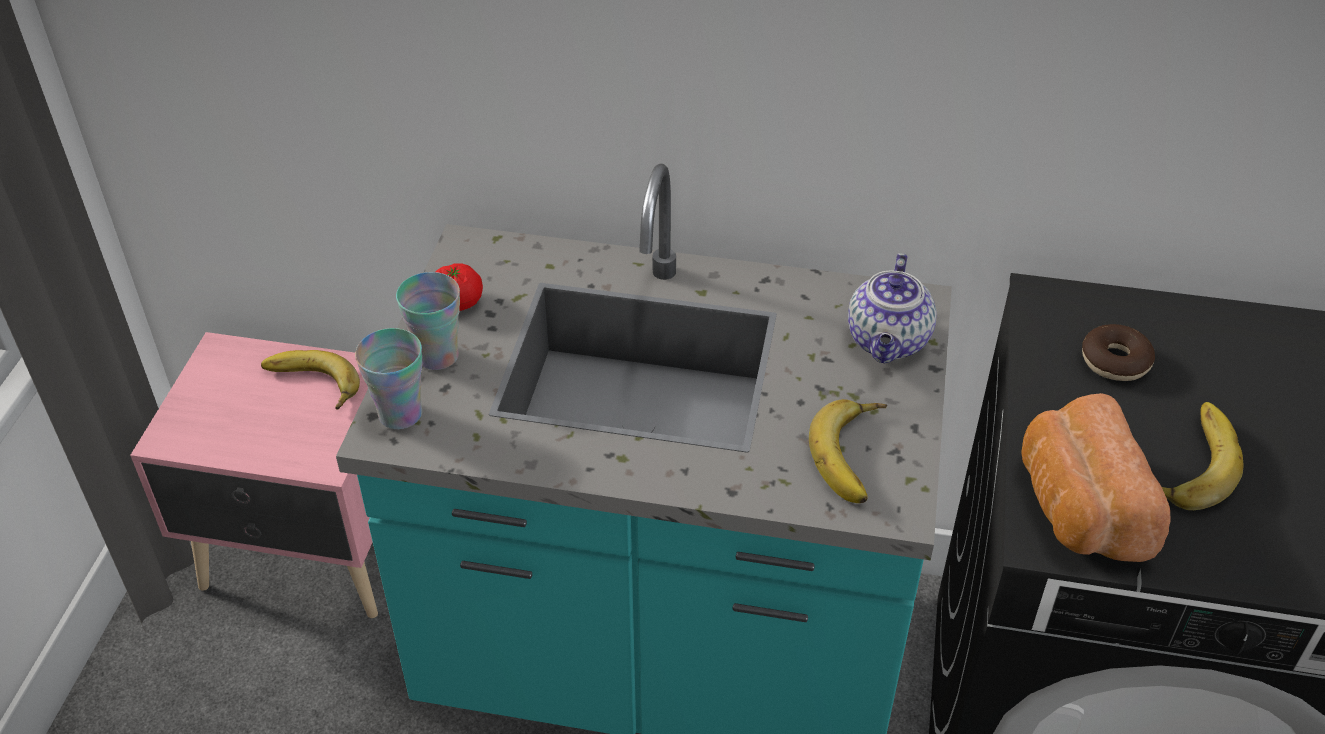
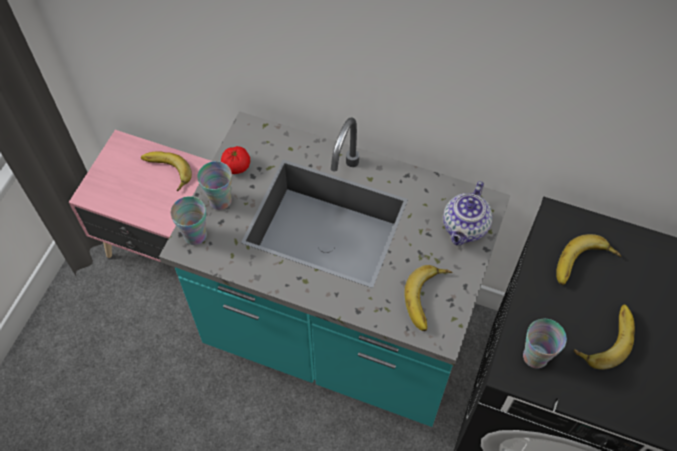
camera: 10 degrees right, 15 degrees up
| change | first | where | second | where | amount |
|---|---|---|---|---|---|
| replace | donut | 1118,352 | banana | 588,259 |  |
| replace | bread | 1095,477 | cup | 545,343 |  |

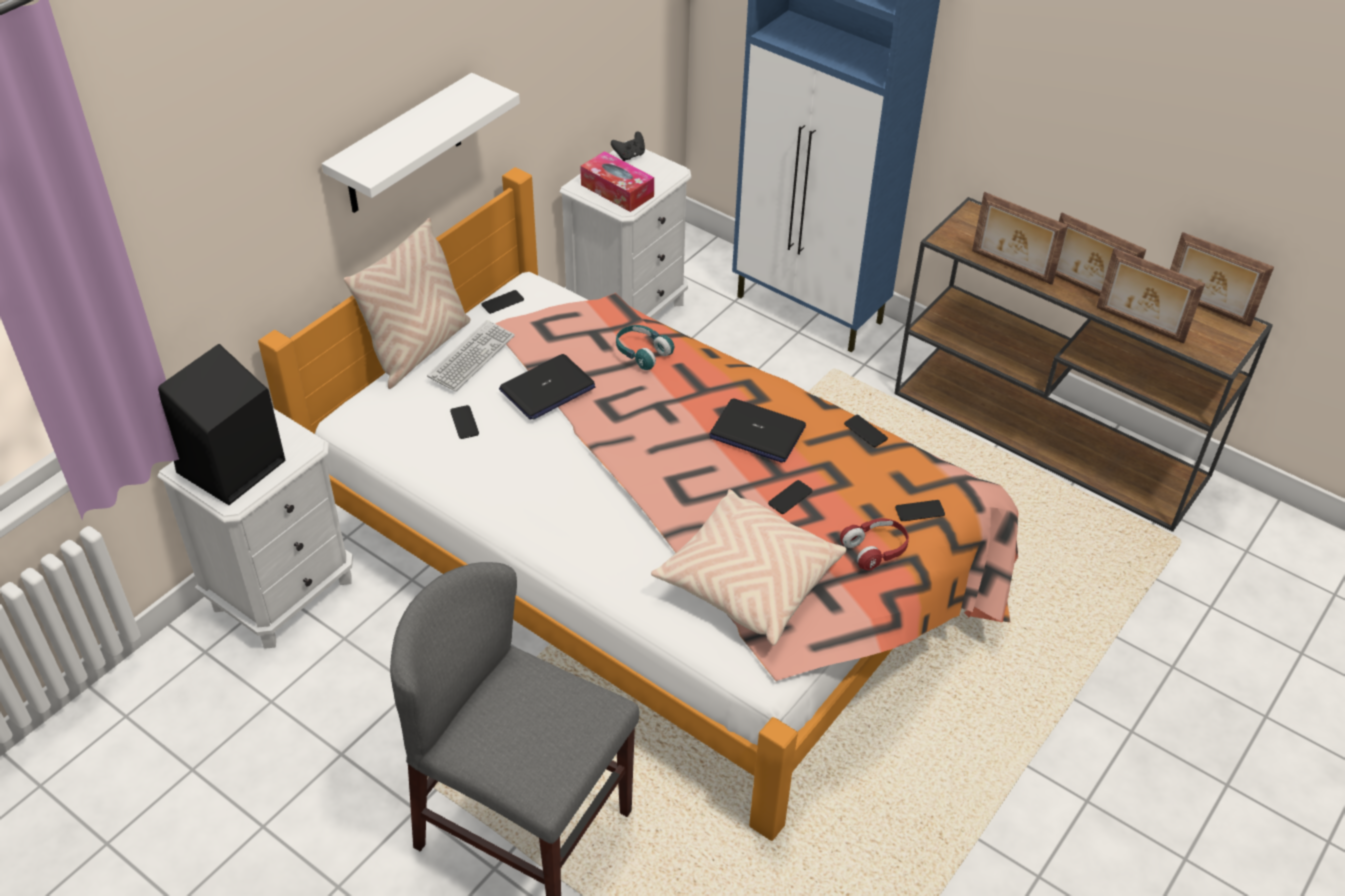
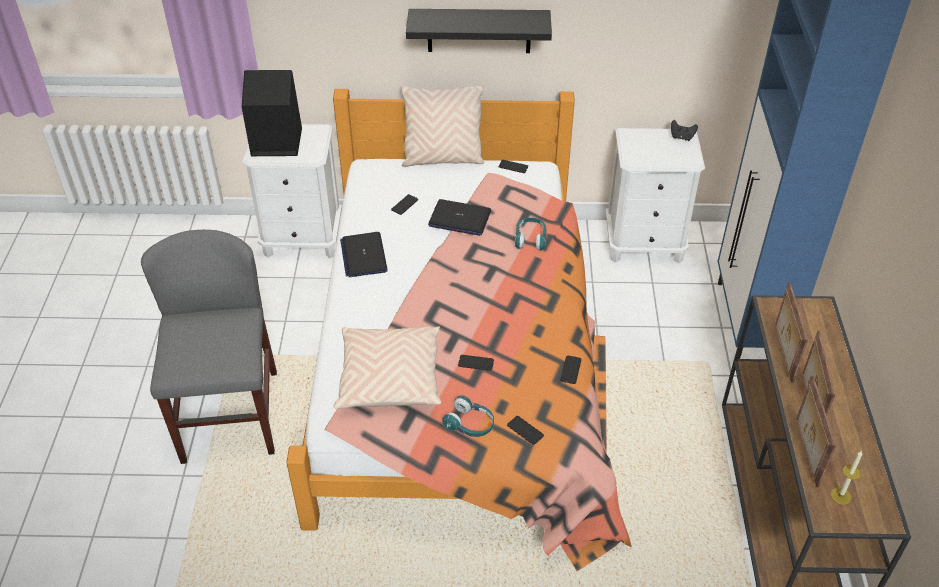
camera: 55 degrees right, 0 degrees up
| change | first | where | second | where | amount |
|---|---|---|---|---|---|
| recolor | white_shelf | 421,143 | black_shelf | 479,31 |  |
| delete | tissue_box | 617,181 |  |  |  |
| delete | picture_frame | 1222,279 |  |  |  |
| delete | keyboard | 471,356 |  |  |  |
| move | laptop | 757,430 |  | 364,254 |  |
| recolor | red_headphones | 874,544 | turquoise_headphones | 468,416 |  |
| insert |  |  | candle | 846,478 |  |

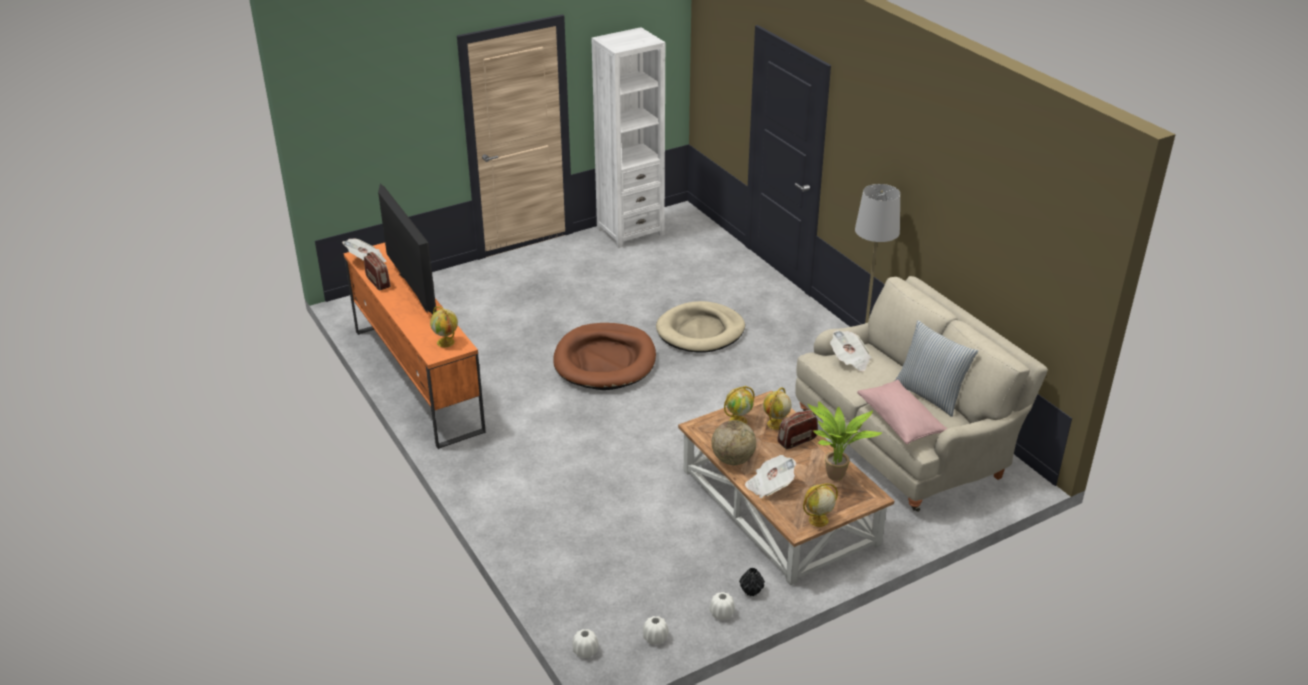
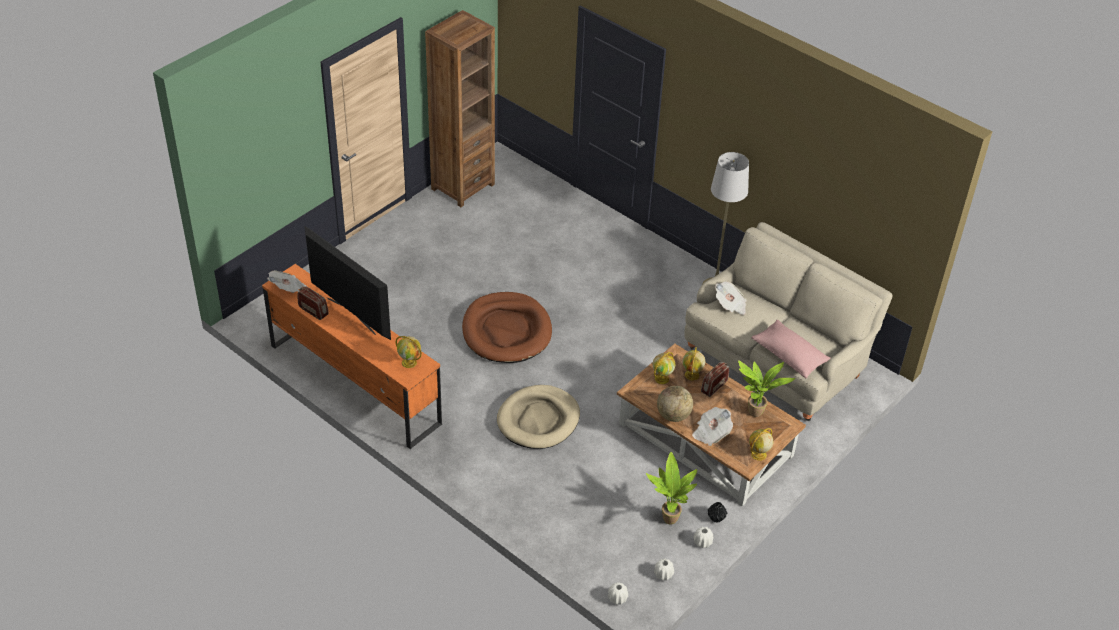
camera: 20 degrees left, 10 degrees up
| change | first | where | second | where | amount |
|---|---|---|---|---|---|
| recolor | white_bookcase | 628,137 | brown_bookcase | 460,108 |  |
| move | beige_dog_bed | 700,327 |  | 538,417 |  |
| delete | pillow | 936,368 |  |  |  |
| insert |  |  | potted_plant | 671,488 |  |

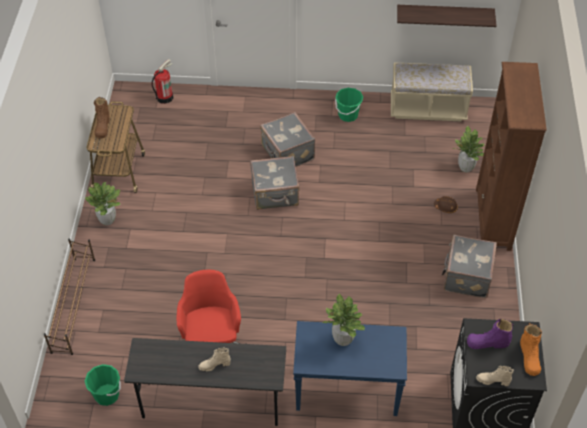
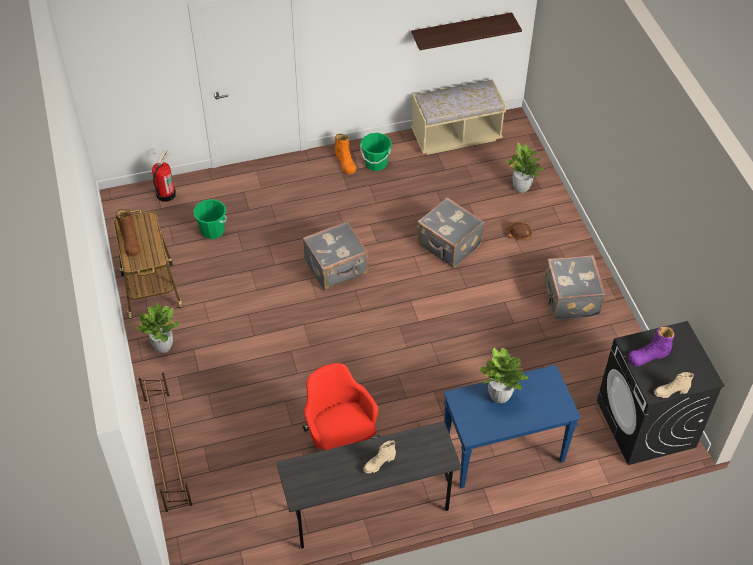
camera: 20 degrees left, 0 degrees up
| change | first | where | second | where | amount |
|---|---|---|---|---|---|
| delete | brown_bookcase | 511,156 |  |  |  |
| move | grey_suitcase | 287,139 |  | 450,232 |  |
| move | orange_boot | 531,349 |  | 345,154 |  |
| move | green_bucket | 103,385 |  | 210,219 |  |

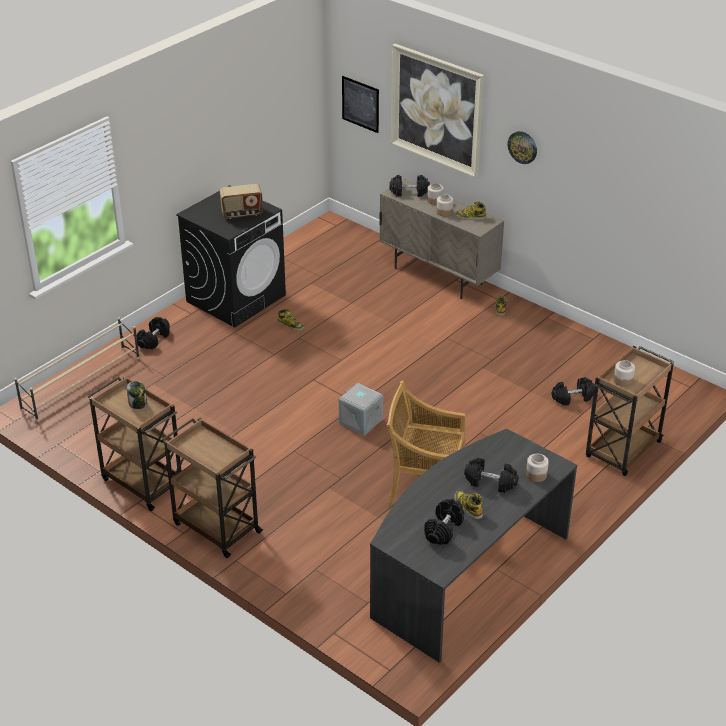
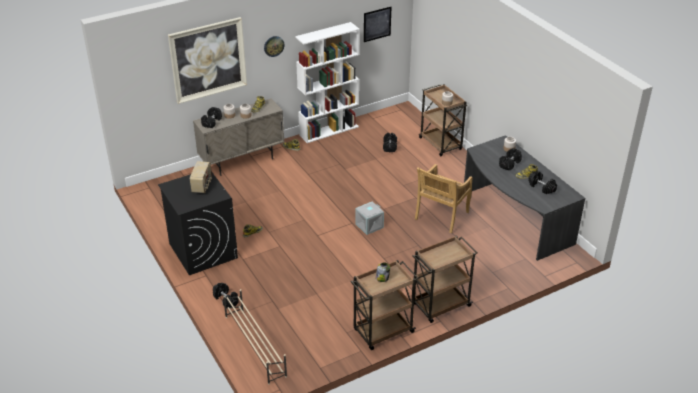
camera: 70 degrees left, 0 degrees up
| change | first | where | second | where | amount |
|---|---|---|---|---|---|
| move | picture | 360,104 |  | 377,24 |  |
| insert |  |  | white_bookcase | 327,82 |  |

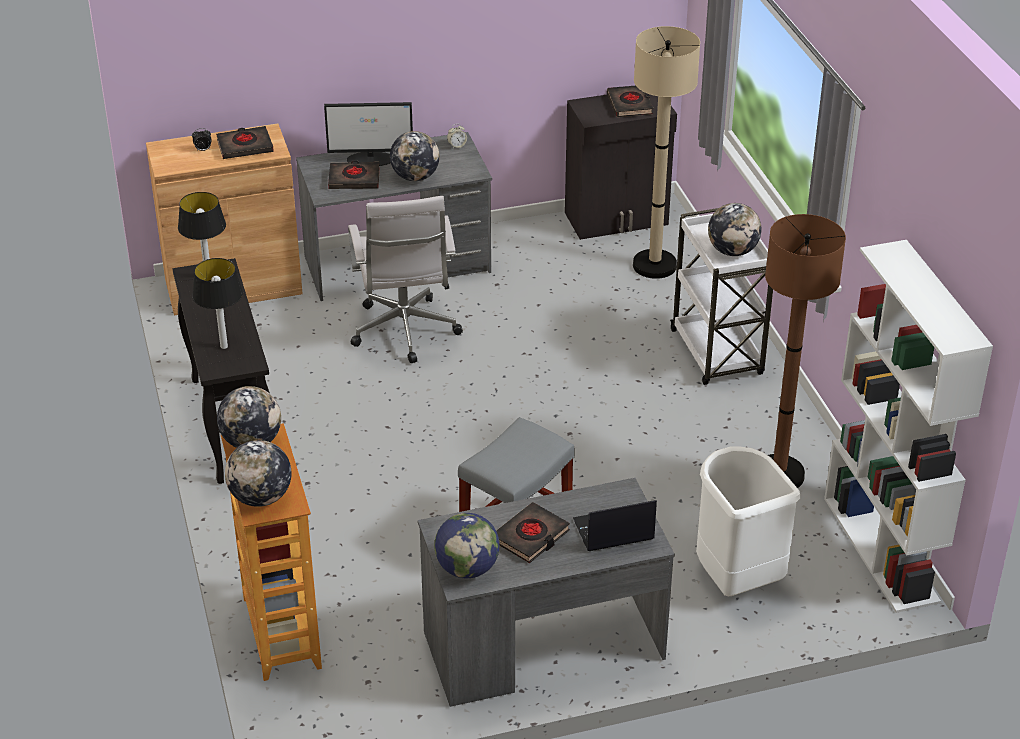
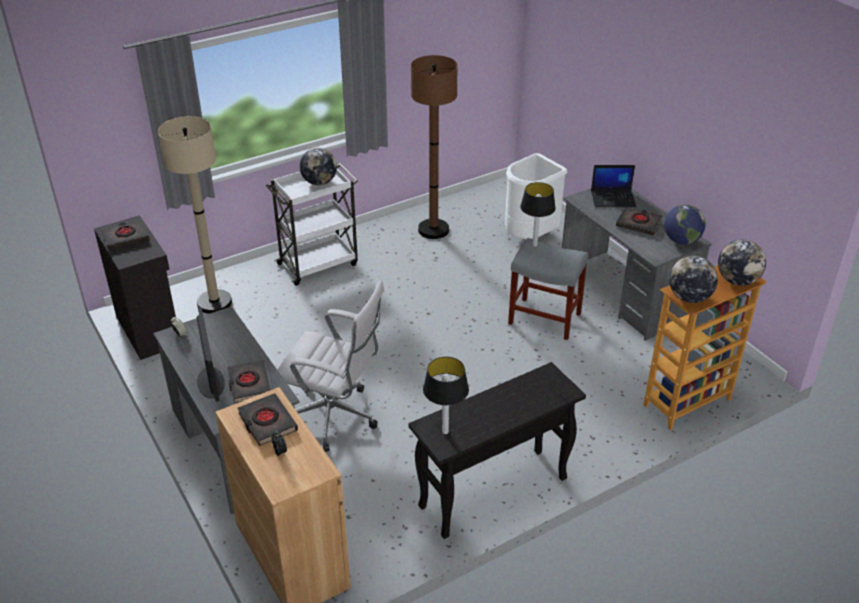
camera: 105 degrees left, 0 degrees up
| change | first | where | second | where | amount |
|---|---|---|---|---|---|
| delete | globe | 415,156 |  |  |  |
| rotate | white_office_chair | 405,279 |  | 330,366 | 45 degrees clockwise |
| delete | white_bookcase | 908,426 |  |  |  |
| move | table_lamp | 217,303 |  | 538,214 |  |
| rotate | laptop | 615,525 |  | 613,186 | 60 degrees counterclockwise |

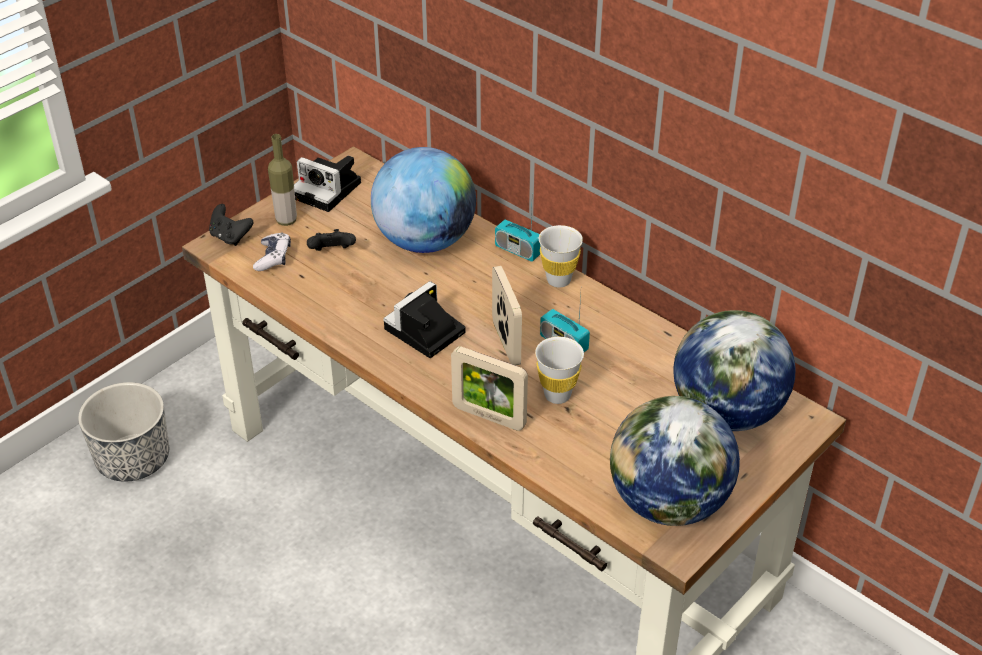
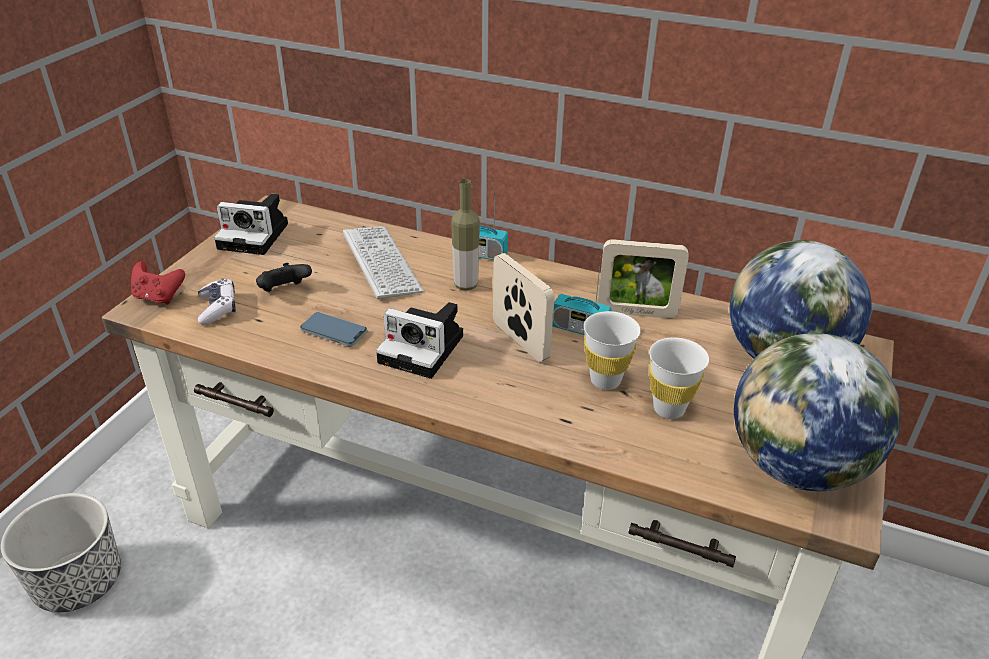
camera: 20 degrees left, 5 degrees down
| change | first | where | second | where | amount |
|---|---|---|---|---|---|
| move | bottle | 282,180 |  | 465,235 |  |
| replace | globe | 423,200 | keyboard | 383,262 |  |
| recolor | black_game_controller | 231,225 | red_game_controller | 158,283 |  |
| move | white_cup | 561,256 |  | 679,378 |  |
| rotate | photo_camera | 424,319 |  | 419,340 | 90 degrees counterclockwise |
| move | picture_frame | 489,388 |  | 643,279 |  |
| insert |  |  | phone | 333,329 |  |

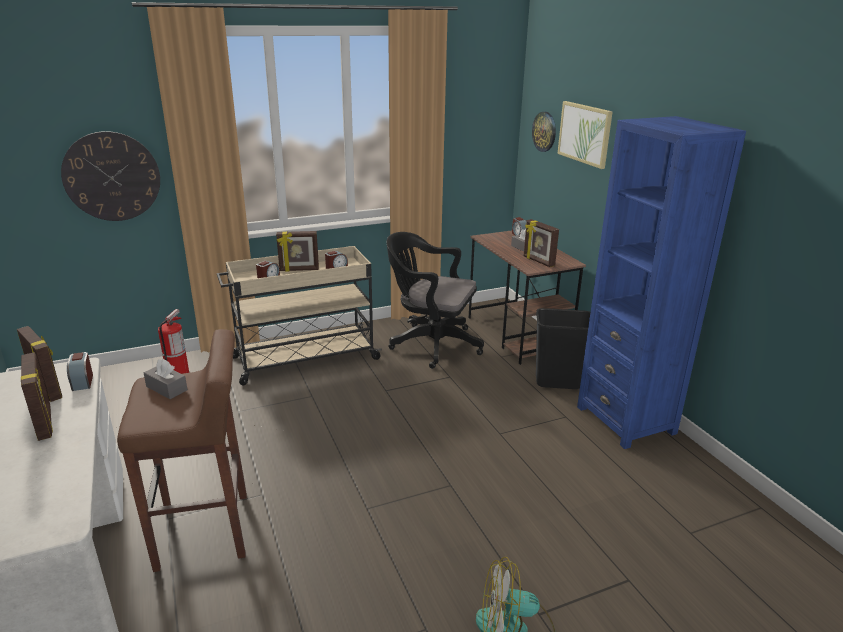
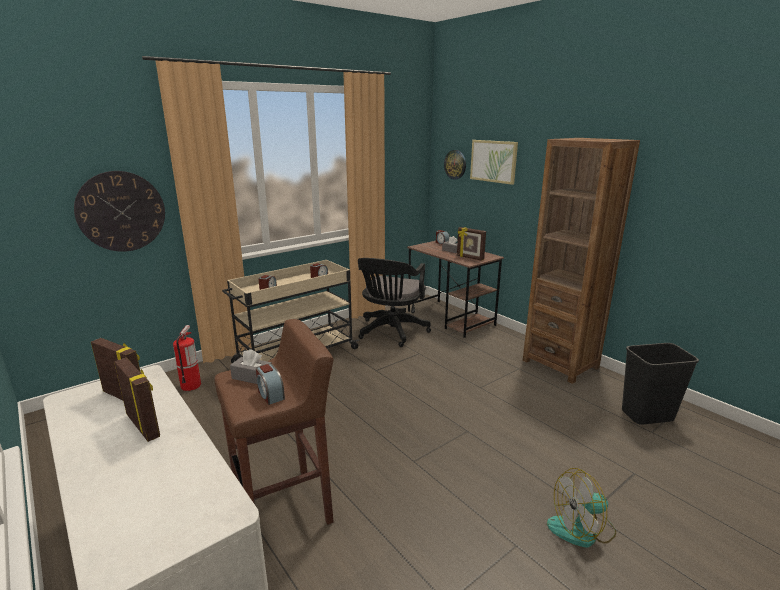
camera: 15 degrees left, 5 degrees down
| change | first | where | second | where | amount |
|---|---|---|---|---|---|
| recolor | blue_bookcase | 661,282 | brown_bookcase | 581,261 |  |
| delete | picture_frame | 297,251 |  |  |  |
| rotate | black_office_chair | 435,300 |  | 394,302 | 75 degrees counterclockwise |
| move | black_trash_can | 563,348 |  | 660,384 |  |
| move | alarm_clock | 80,371 |  | 270,384 |  |

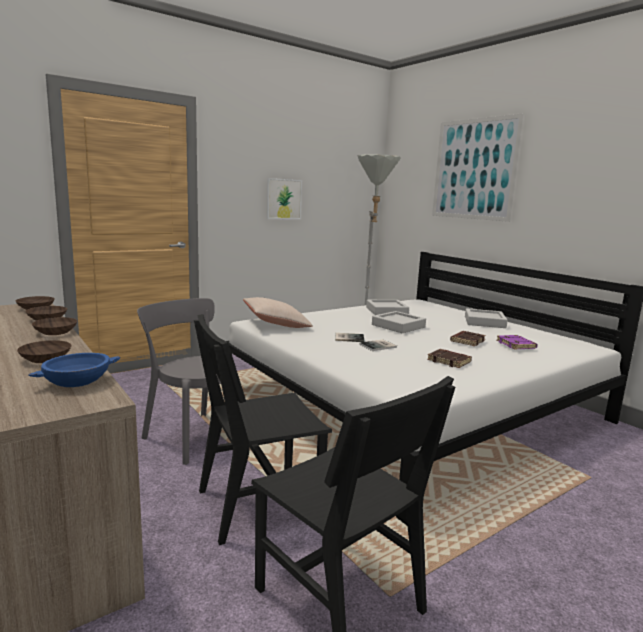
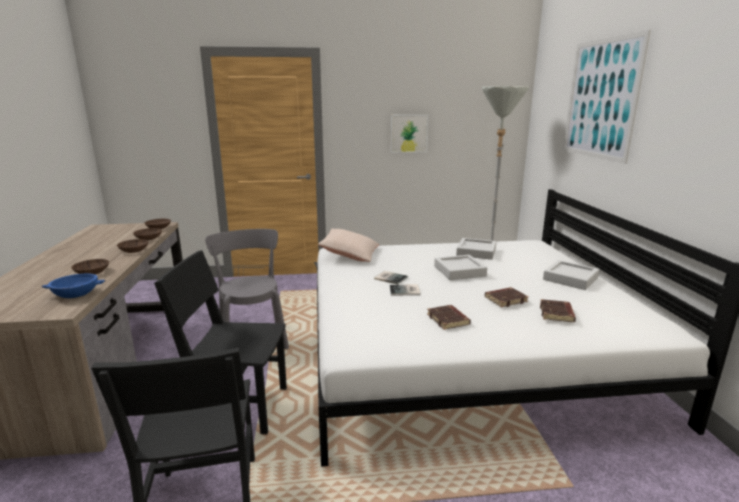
camera: 30 degrees right, 5 degrees up
| change | first | where | second | where | amount |
|---|---|---|---|---|---|
| recolor | purple_book | 517,342 | brown_book | 558,310 |  |

